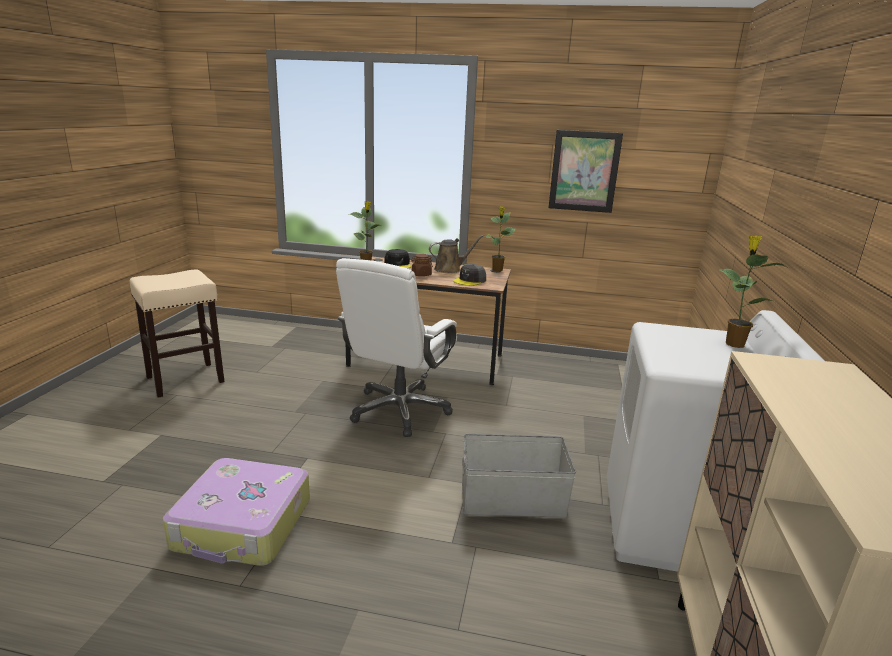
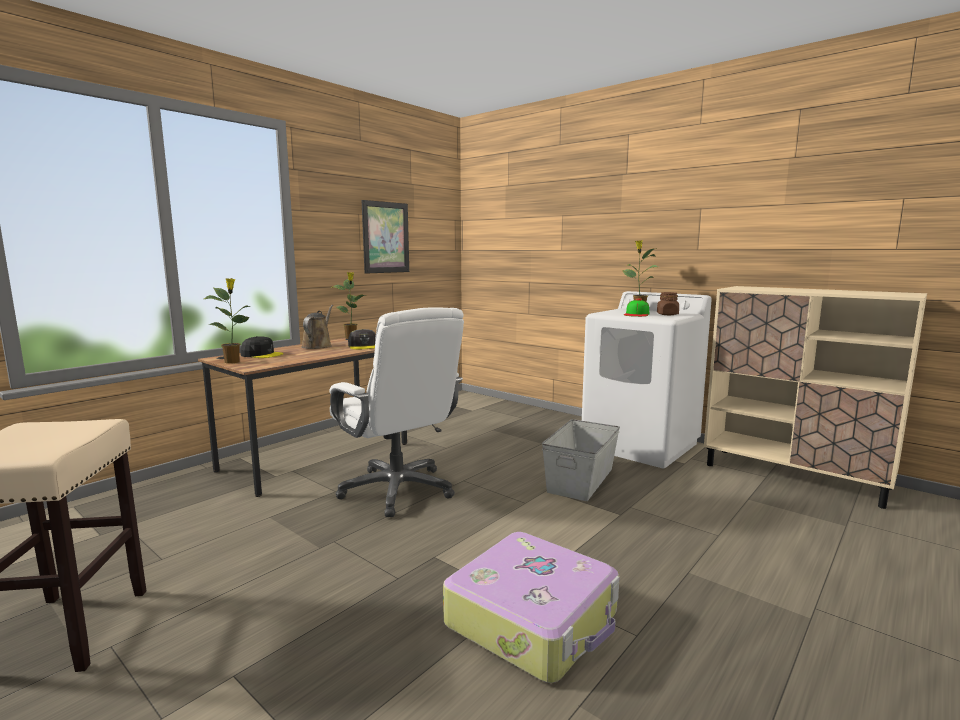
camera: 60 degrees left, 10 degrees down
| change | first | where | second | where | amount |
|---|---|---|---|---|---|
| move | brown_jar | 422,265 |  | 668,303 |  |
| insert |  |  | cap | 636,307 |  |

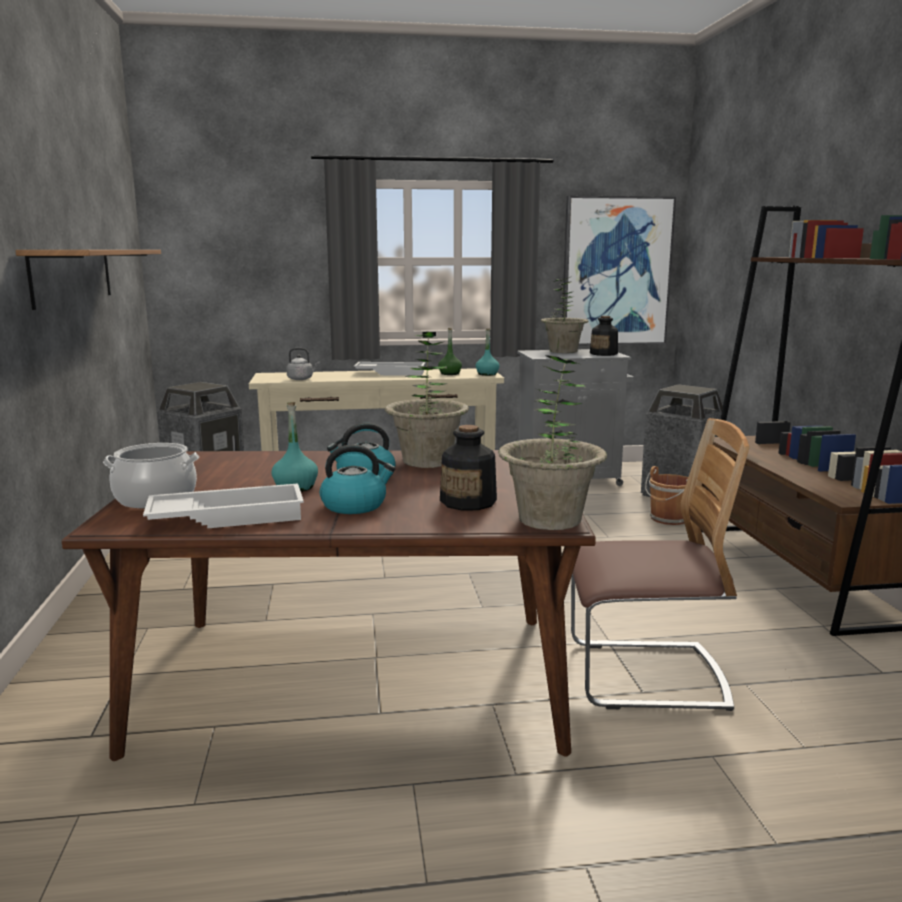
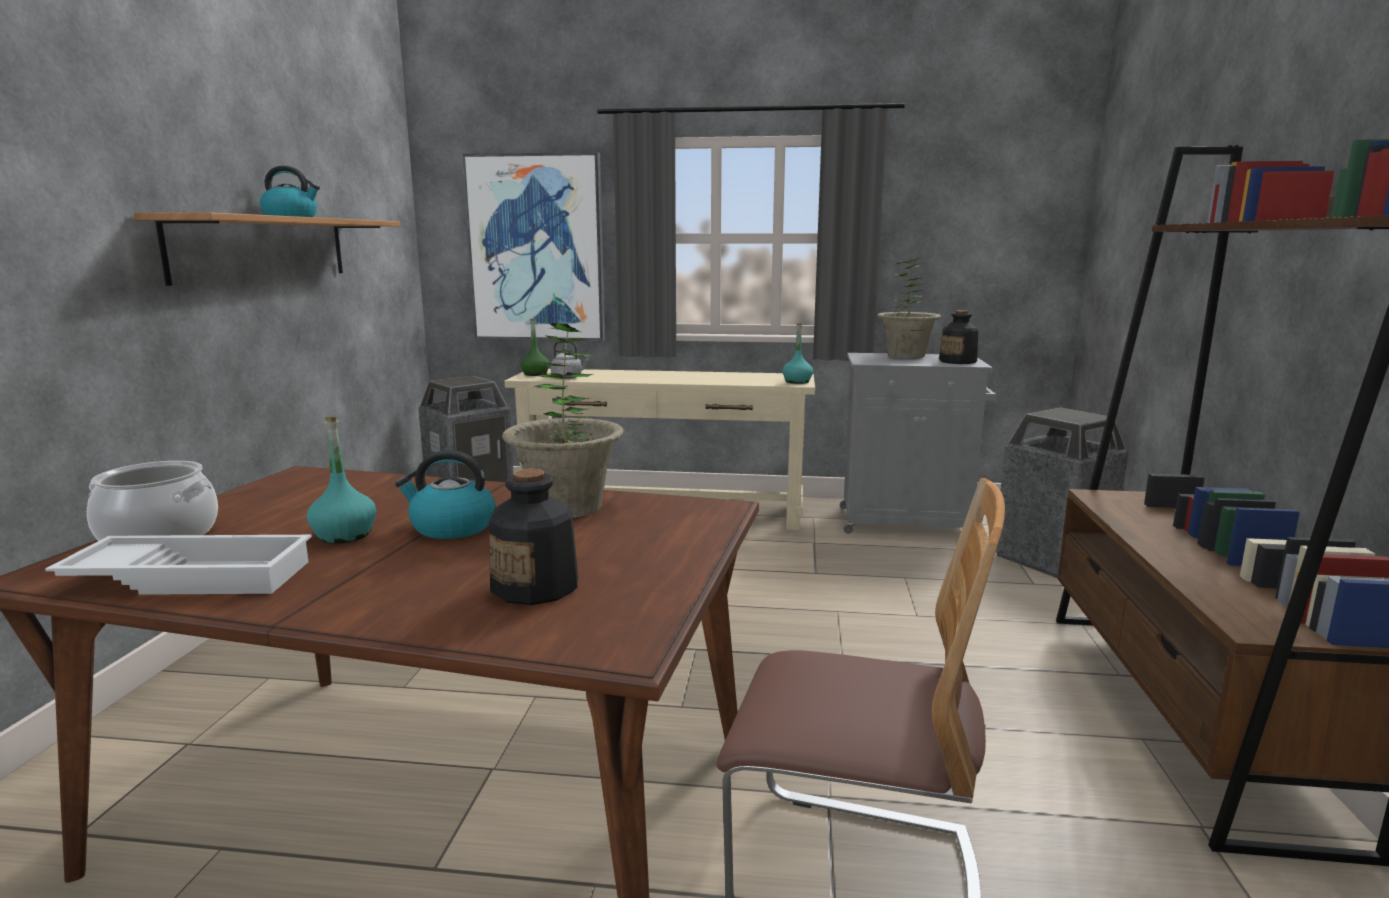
camera: 15 degrees right, 0 degrees up
| change | first | where | second | where | amount |
|---|---|---|---|---|---|
| move | picture | 619,271 |  | 533,246 |  |
| move | green_bottle | 450,351 |  | 535,347 |  |
| delete | potted_plant | 552,442 |  |  |  |
| delete | white_tray | 389,369 |  |  |  |
| move | kettle | 357,479 |  | 290,191 |  |
| delete | brown_bucket | 666,495 |  |  |  |

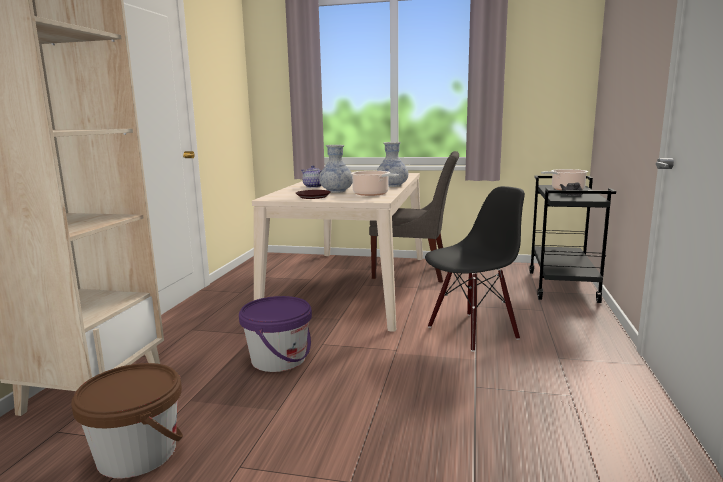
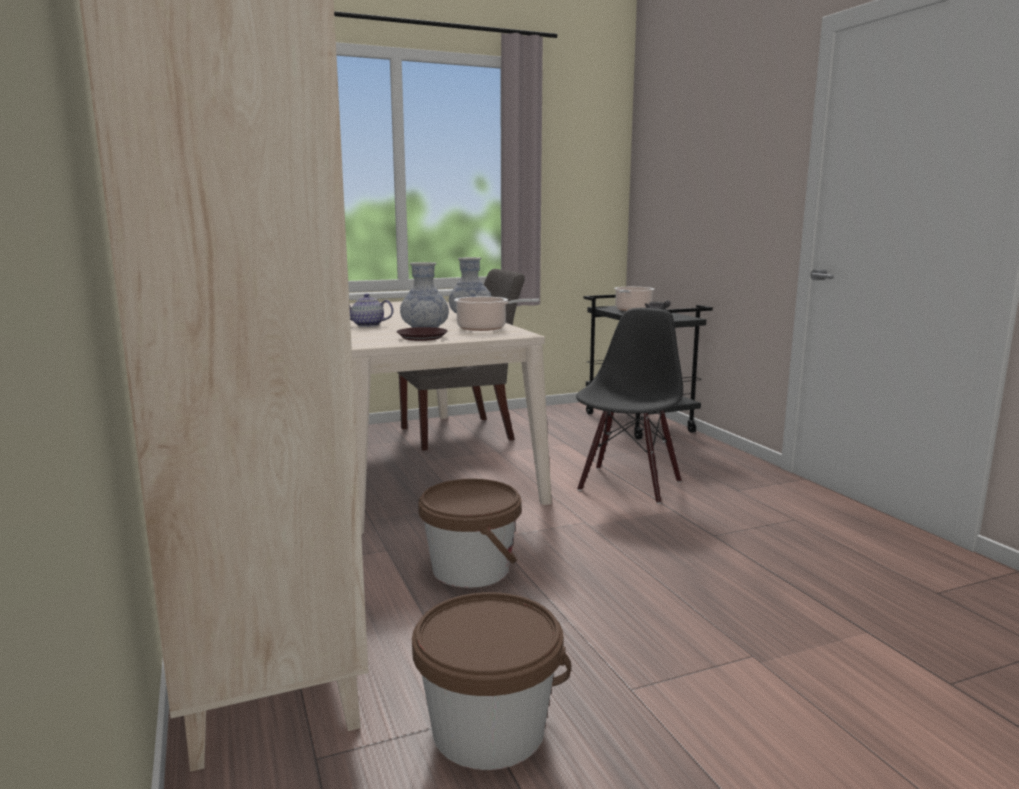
camera: 35 degrees left, 0 degrees up
| change | first | where | second | where | amount |
|---|---|---|---|---|---|
| recolor | purple_bucket | 275,334 | brown_bucket | 470,533 |  |

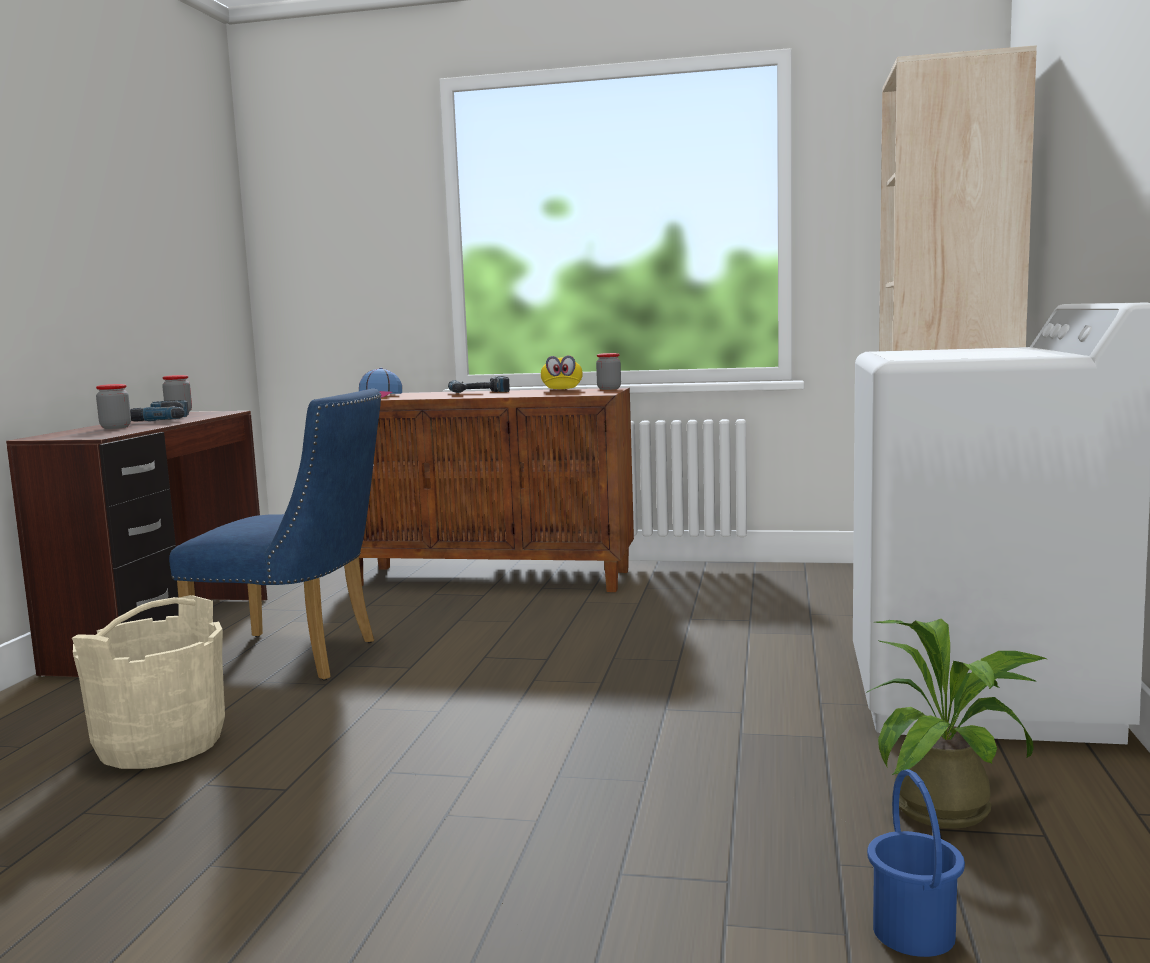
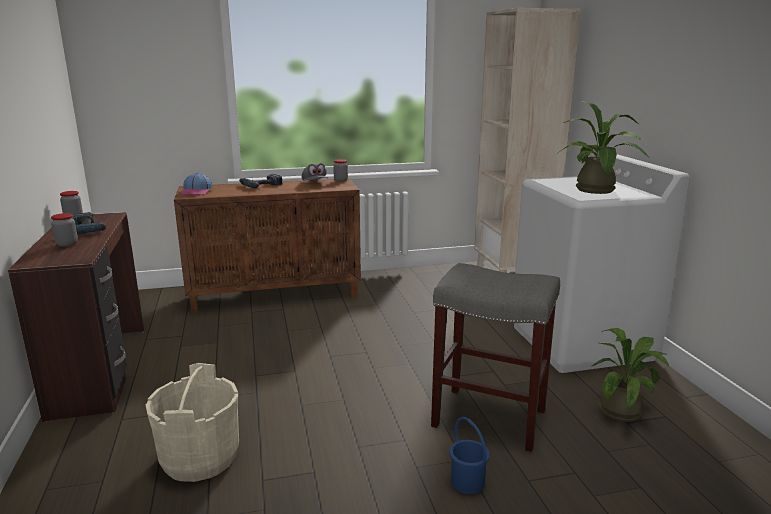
camera: 25 degrees left, 10 degrees up
| change | first | where | second | where | amount |
|---|---|---|---|---|---|
| recolor | yellow_cap | 562,372 | grey_cap | 314,172 |  |
| delete | blue_chair | 275,534 |  |  |  |
| move | blue_bucket | 916,863 |  | 469,455 |  |
| insert |  |  | potted_plant | 603,147 |  |
| insert |  |  | grey_stool | 495,357 |  |

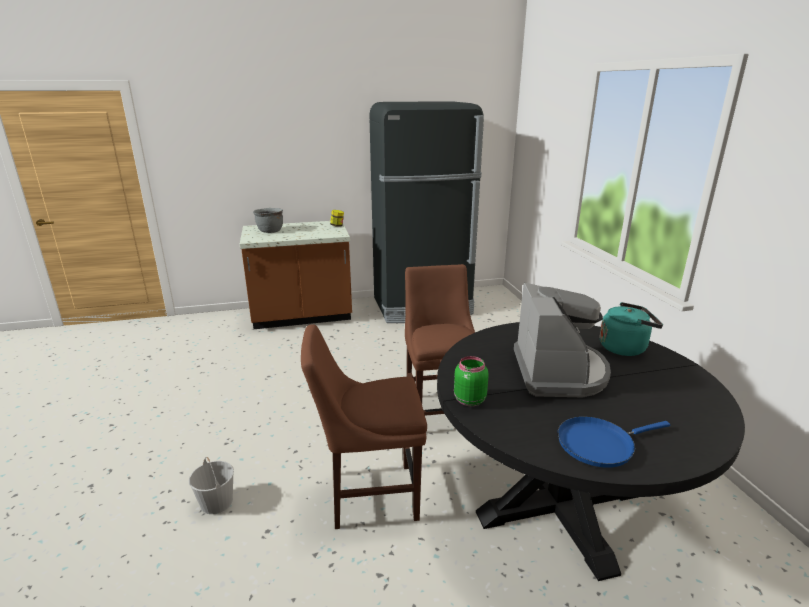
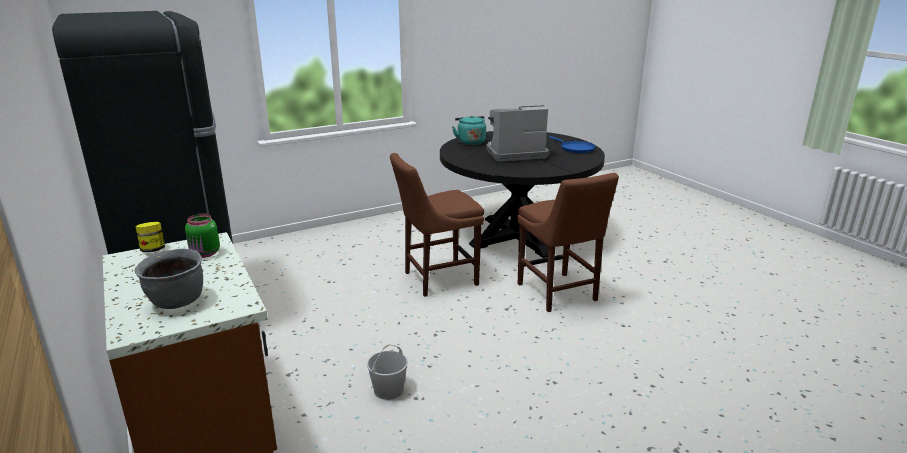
camera: 105 degrees left, 0 degrees up
| change | first | where | second | where | amount |
|---|---|---|---|---|---|
| move | green_jar | 471,381 |  | 202,236 |  |
| move | white_bucket | 211,485 |  | 387,372 |  |

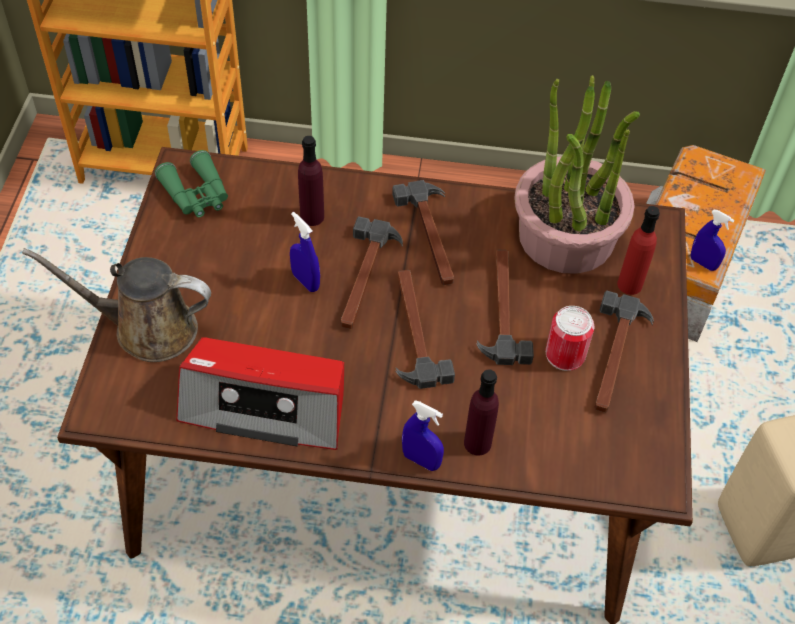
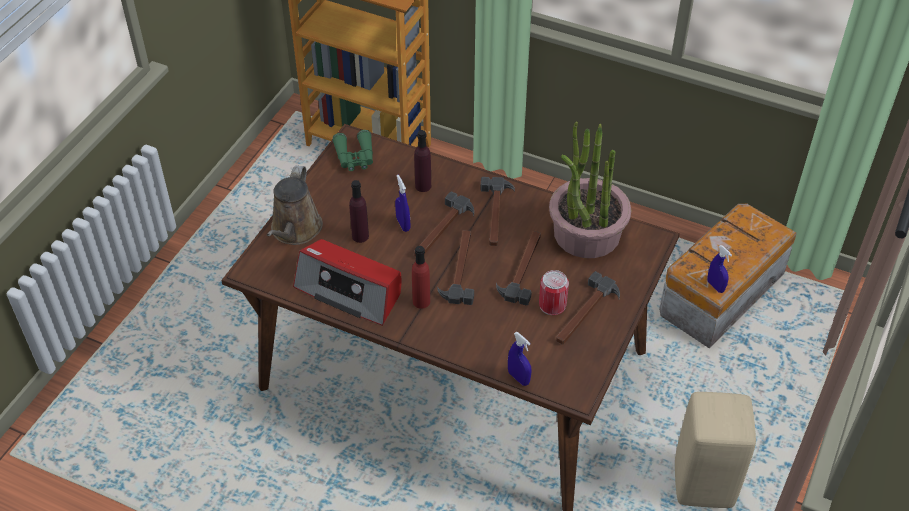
camera: 20 degrees right, 5 degrees down
| change | first | where | second | where | amount |
|---|---|---|---|---|---|
| move | red_bottle | 638,250 |  | 421,277 |  |
| rotate | brown_watering_can | 116,305 |  | 295,205 | 105 degrees counterclockwise |
| move | purple_bottle | 481,412 |  | 359,211 |  |
| move | blue_spray_bottle | 423,435 |  | 520,359 |  |

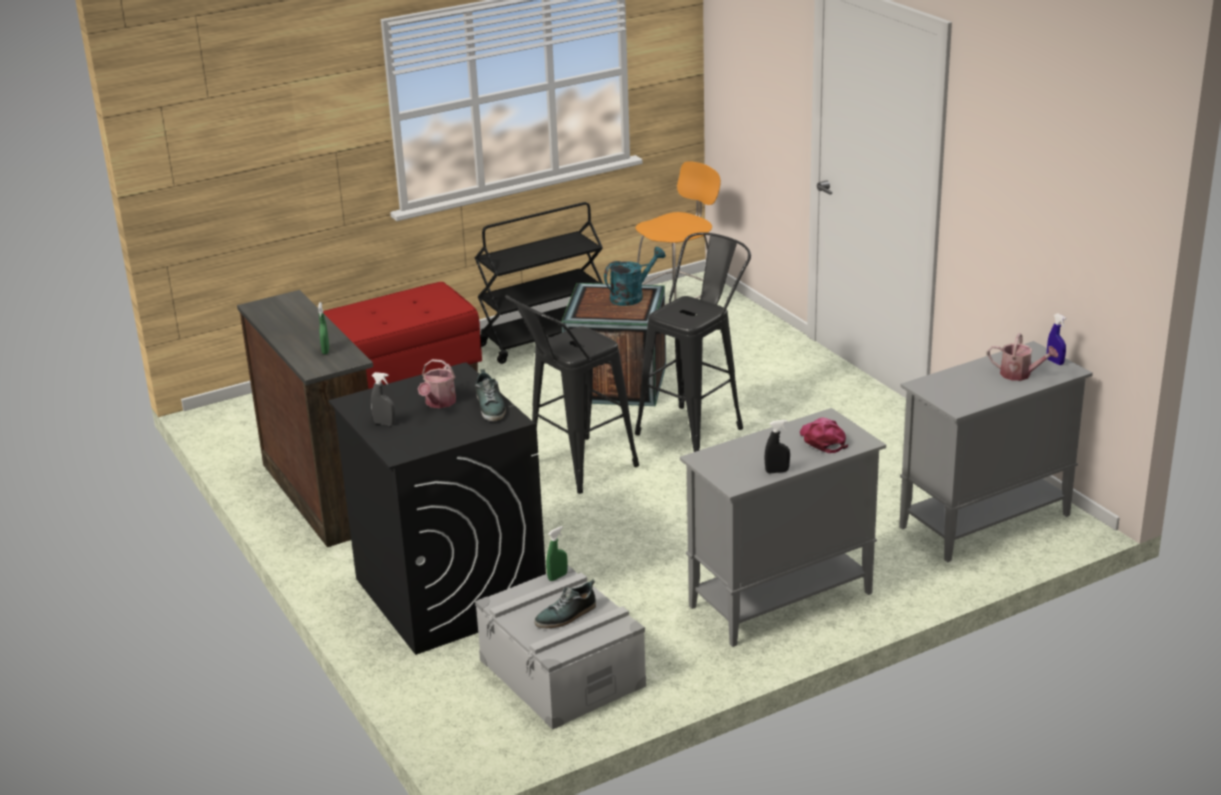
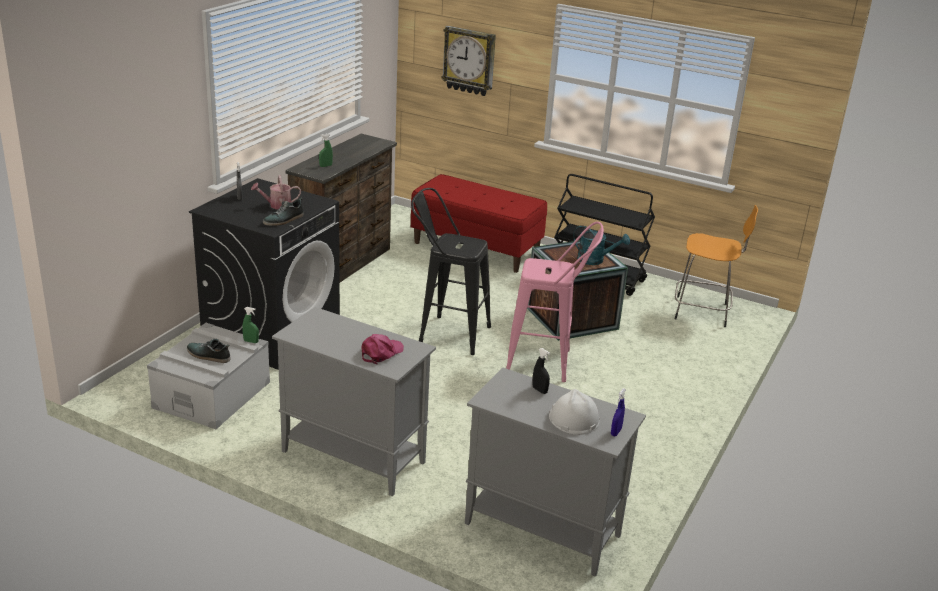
camera: 55 degrees right, 0 degrees up
| change | first | where | second | where | amount |
|---|---|---|---|---|---|
| recolor | black_stool | 693,342 | pink_stool | 555,302 |  |
| replace | watering_can | 1023,357 | white_hard_hat | 574,412 |  |
| move | black_spray_bottle | 777,446 |  | 541,371 |  |
| insert |  |  | wall_clock | 468,61 |  |

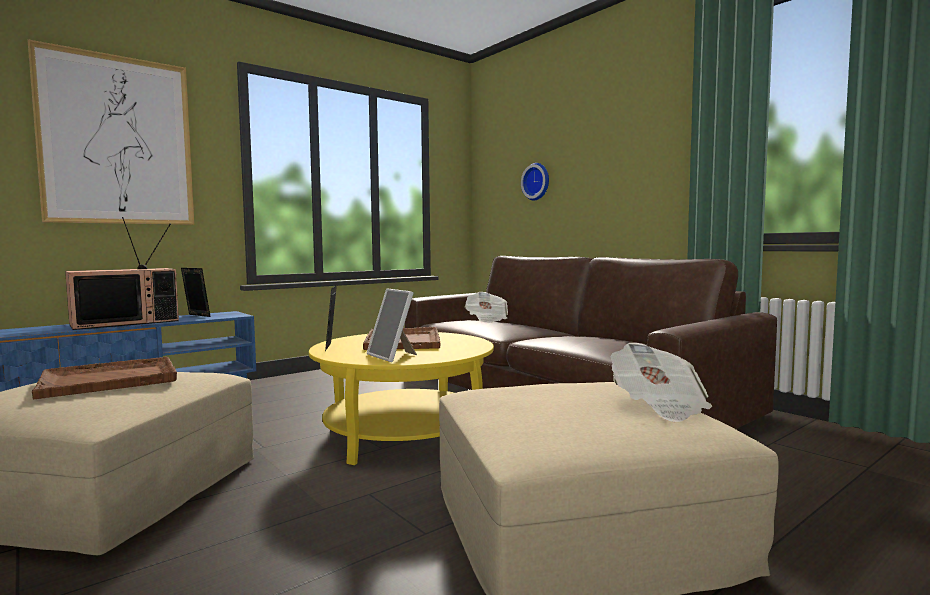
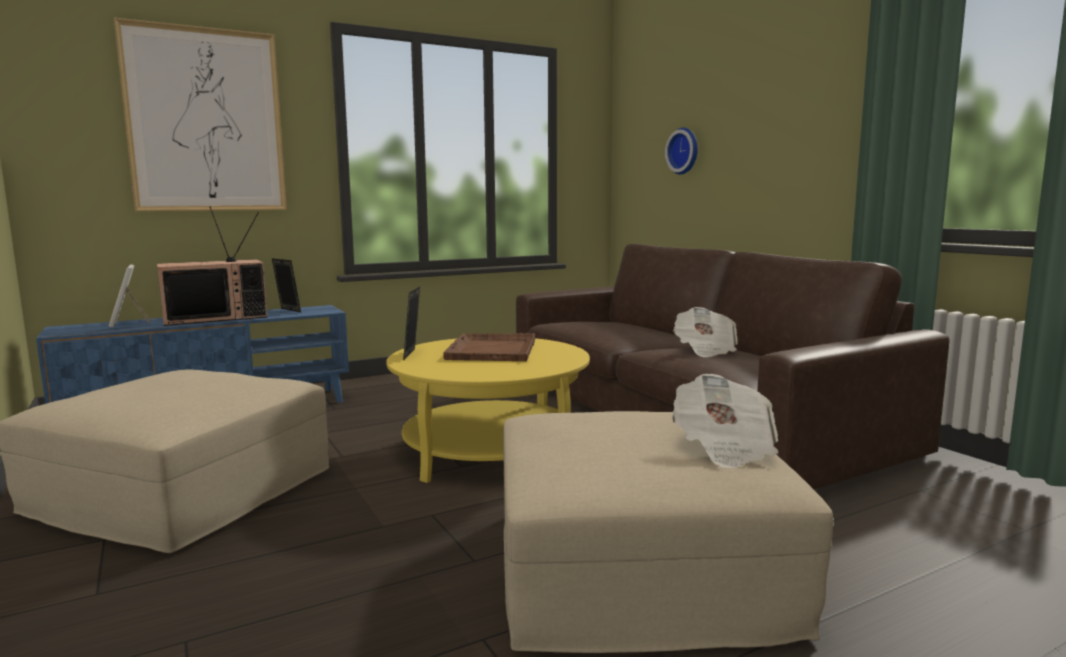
camera: 10 degrees right, 5 degrees up
| change | first | where | second | where | amount |
|---|---|---|---|---|---|
| move | picture_frame | 392,325 |  | 129,296 |  |
| move | newspaper | 486,307 |  | 705,332 |  |
| delete | brown_tray | 104,378 |  |  |  |

